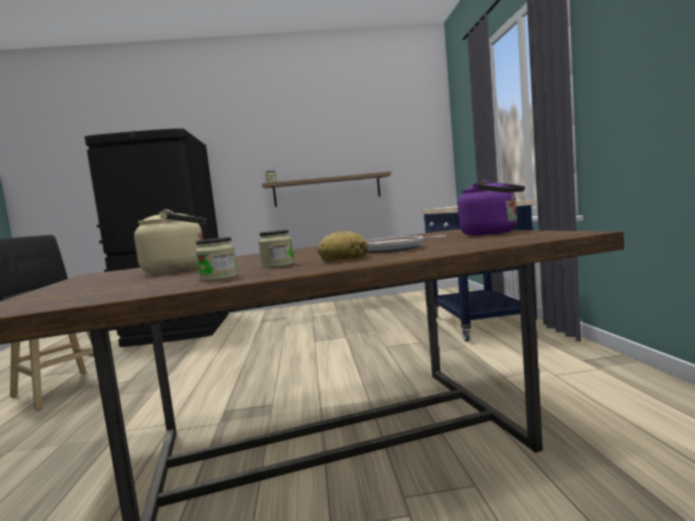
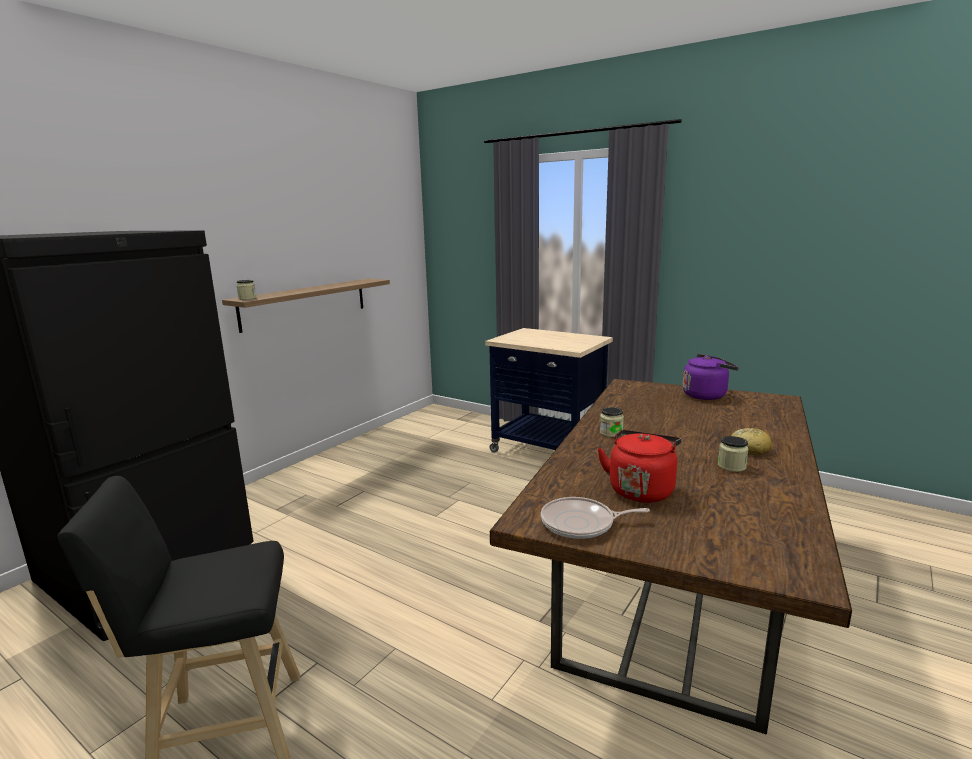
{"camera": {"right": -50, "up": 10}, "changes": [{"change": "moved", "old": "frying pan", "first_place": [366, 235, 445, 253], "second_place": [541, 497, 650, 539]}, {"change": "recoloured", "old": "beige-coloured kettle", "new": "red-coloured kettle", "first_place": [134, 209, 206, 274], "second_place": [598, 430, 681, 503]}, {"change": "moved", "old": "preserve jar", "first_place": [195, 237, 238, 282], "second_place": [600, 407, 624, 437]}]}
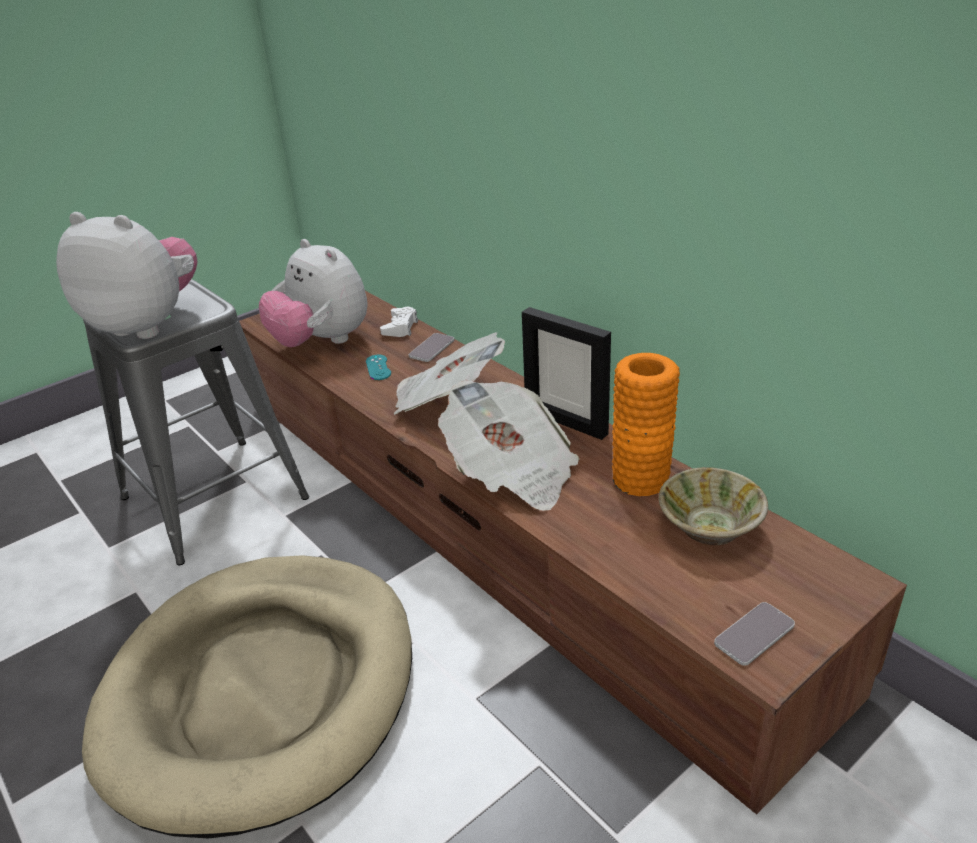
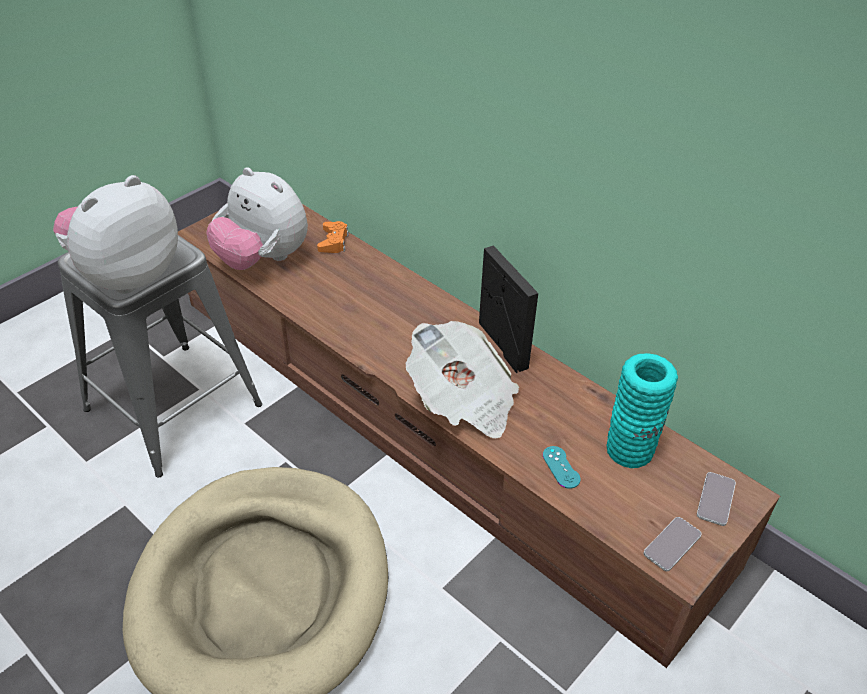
{"camera": {"right": -10, "up": 10}, "changes": [{"change": "turned", "old": "soft toy", "first_place": [56, 212, 197, 339], "second_place": [53, 175, 178, 294], "degrees": -60}, {"change": "recoloured", "old": "white game controller", "new": "orange-coloured game controller", "first_place": [380, 307, 418, 337], "second_place": [317, 221, 349, 253]}, {"change": "turned", "old": "picture frame", "first_place": [522, 307, 611, 440], "second_place": [479, 246, 538, 373], "degrees": -150}, {"change": "moved", "old": "turquoise game controller", "first_place": [366, 355, 391, 380], "second_place": [543, 446, 581, 489]}, {"change": "replaced", "old": "beige-coloured deep dish", "new": "turquoise vase", "first_place": [659, 467, 768, 545], "second_place": [607, 353, 678, 468]}, {"change": "moved", "old": "telephone", "first_place": [409, 333, 454, 362], "second_place": [697, 472, 736, 526]}, {"change": "removed", "old": "printed paper", "first_place": [394, 332, 505, 415]}, {"change": "removed", "old": "orange-coloured vase", "first_place": [612, 353, 680, 496]}]}
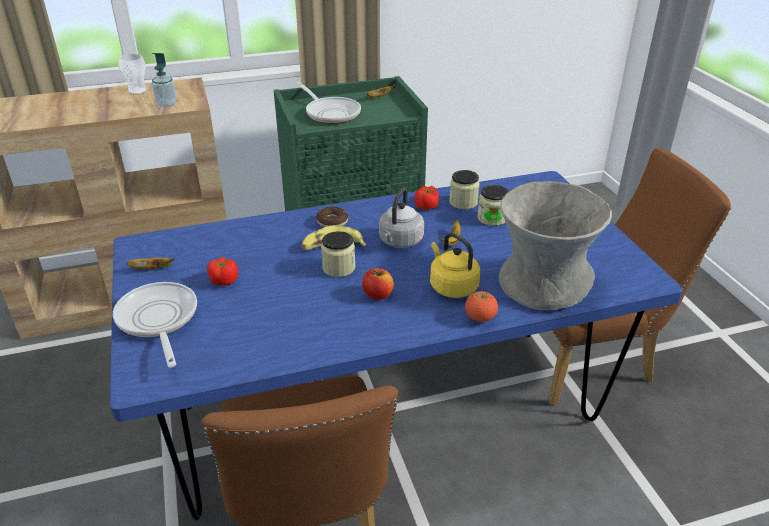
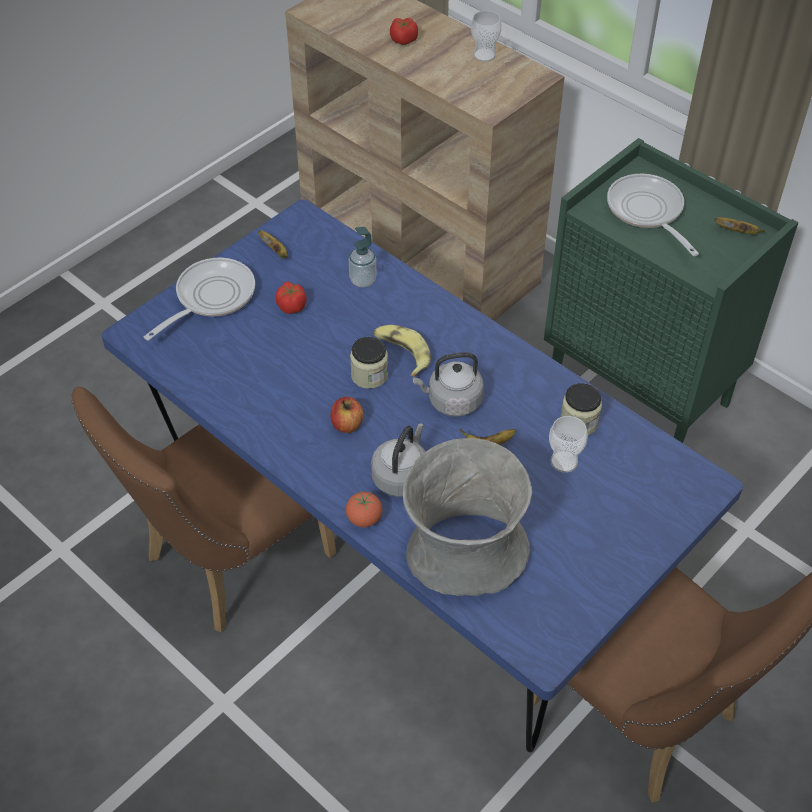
{"camera": {"right": 60, "up": 15}, "changes": [{"change": "moved", "old": "liquid soap bottle", "first_place": [152, 53, 177, 107], "second_place": [349, 227, 377, 288]}, {"change": "recoloured", "old": "yellow-coloured kettle", "new": "greyish kettle", "first_place": [430, 232, 480, 298], "second_place": [371, 423, 425, 497]}, {"change": "moved", "old": "whole tomato", "first_place": [415, 186, 439, 210], "second_place": [390, 18, 418, 45]}, {"change": "replaced", "old": "preserve jar", "new": "small cup", "first_place": [477, 185, 509, 226], "second_place": [549, 416, 588, 473]}, {"change": "turned", "old": "frying pan", "first_place": [296, 82, 361, 124], "second_place": [607, 174, 699, 256], "degrees": 135}, {"change": "removed", "old": "doughnut", "first_place": [316, 207, 348, 227]}]}
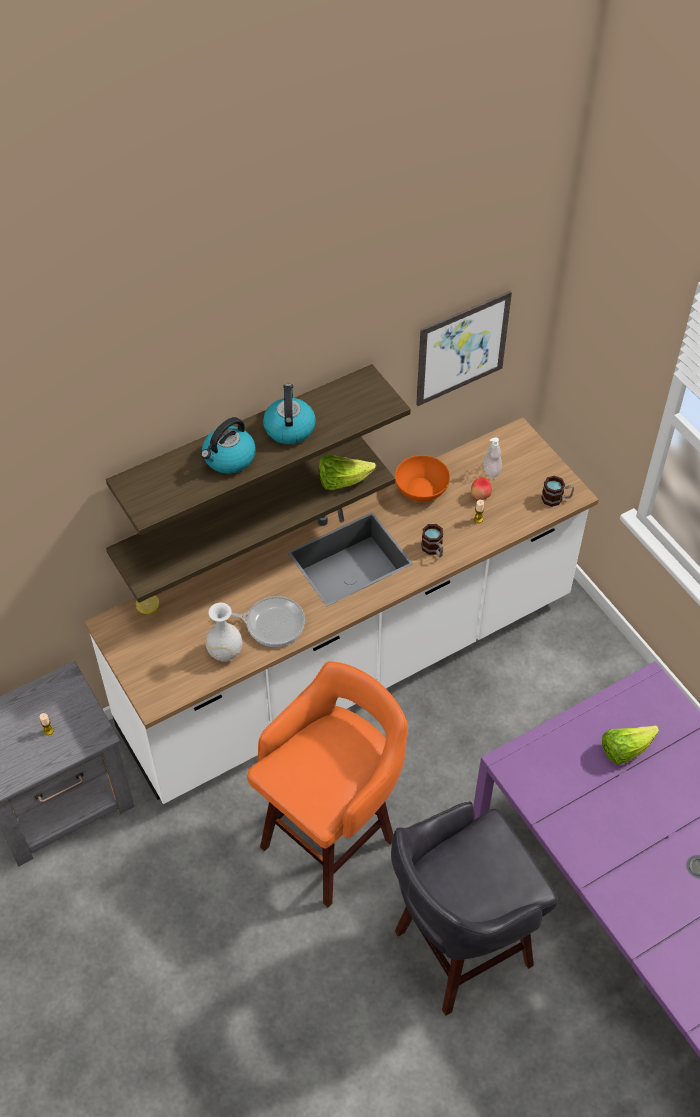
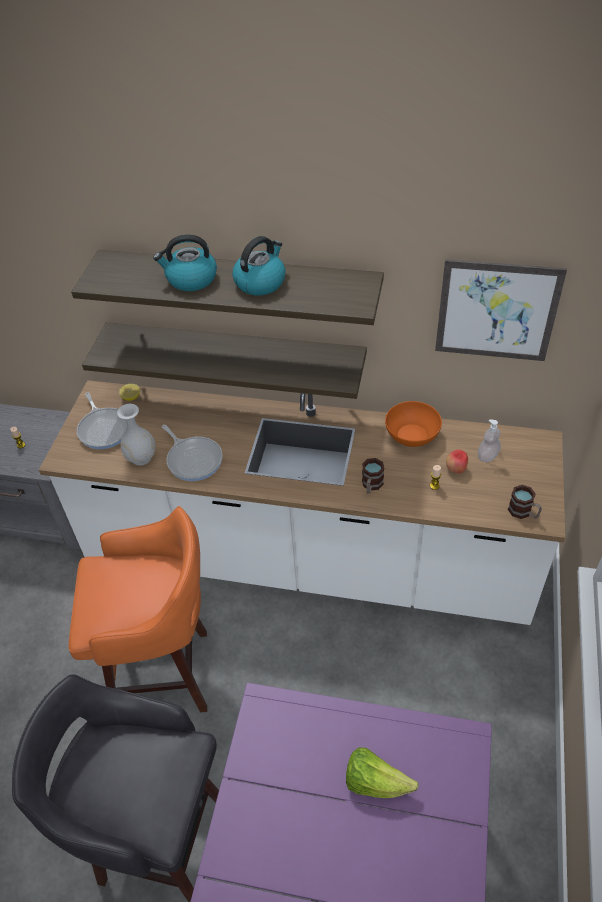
{"camera": {"right": 45, "up": -5}, "changes": [{"change": "added", "new": "frying pan", "second_place": [77, 392, 127, 449]}, {"change": "removed", "old": "head of lettuce", "first_place": [319, 454, 376, 490]}]}
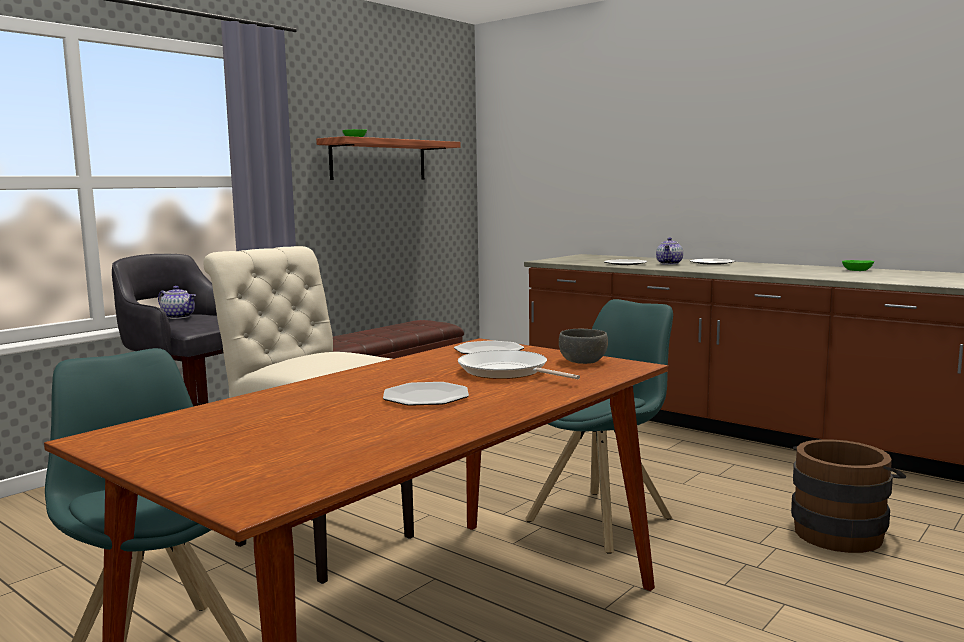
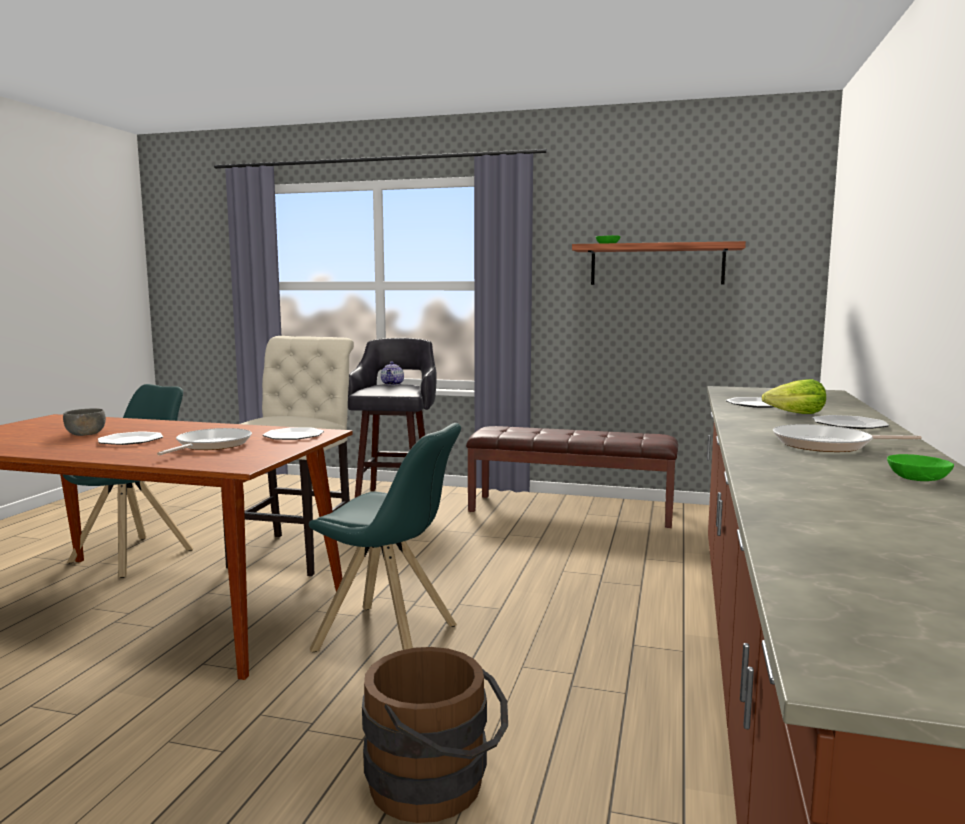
{"camera": {"right": 65, "up": 0}, "changes": [{"change": "moved", "old": "greyish deep dish", "first_place": [559, 329, 608, 364], "second_place": [63, 408, 106, 436]}, {"change": "replaced", "old": "pot for tea", "new": "head of lettuce", "first_place": [656, 237, 683, 265], "second_place": [762, 379, 826, 414]}, {"change": "added", "new": "frying pan", "second_place": [773, 424, 922, 452]}]}
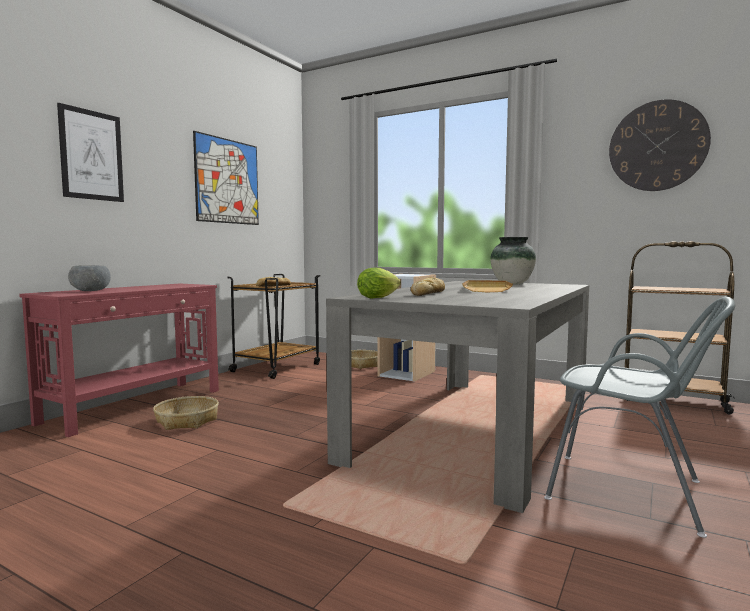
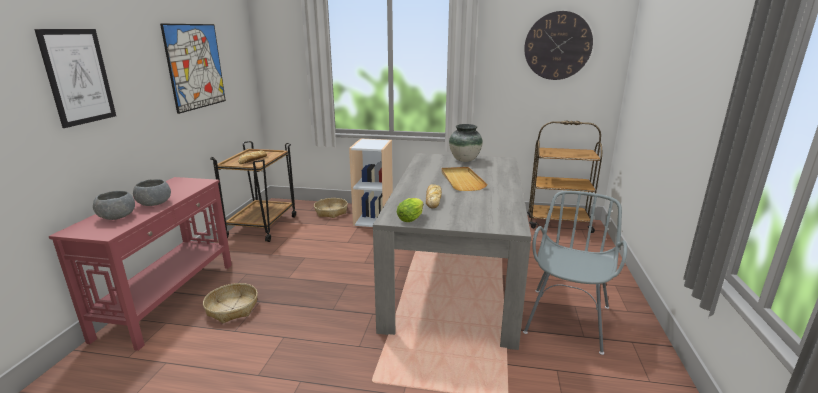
{"camera": {"right": -20, "up": 15}, "changes": [{"change": "added", "new": "greyish deep dish", "second_place": [133, 179, 171, 206]}, {"change": "turned", "old": "greyish plain chair", "first_place": [544, 296, 735, 538], "second_place": [523, 191, 627, 355], "degrees": -75}]}
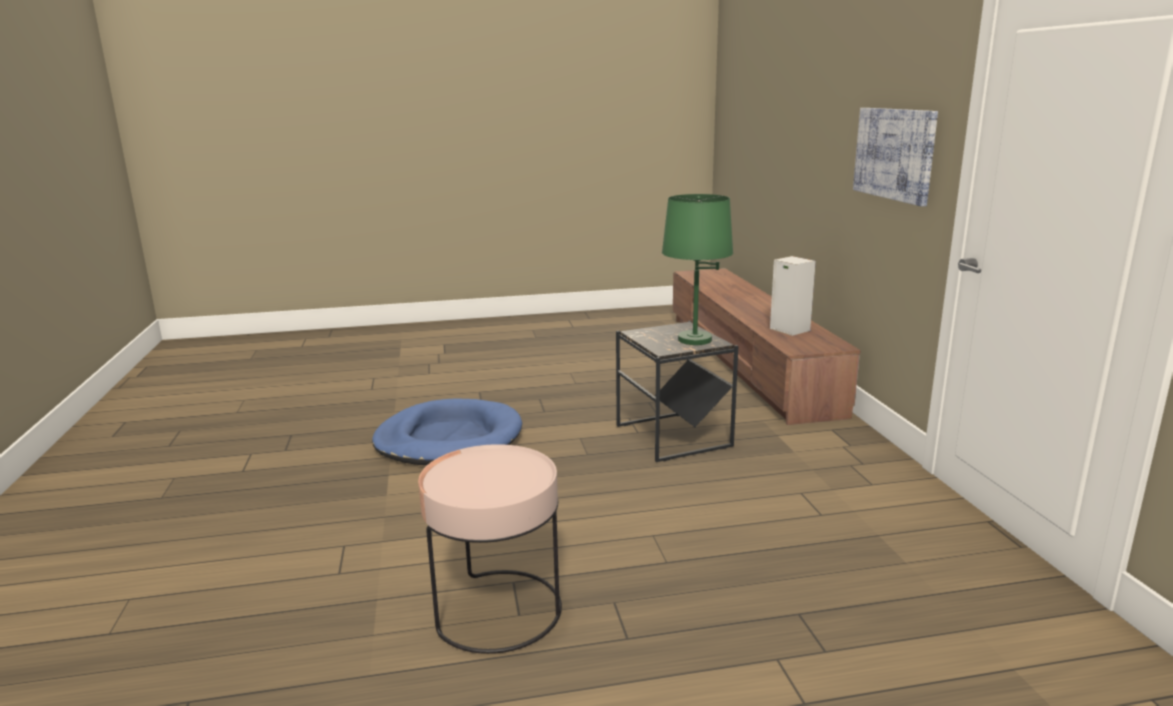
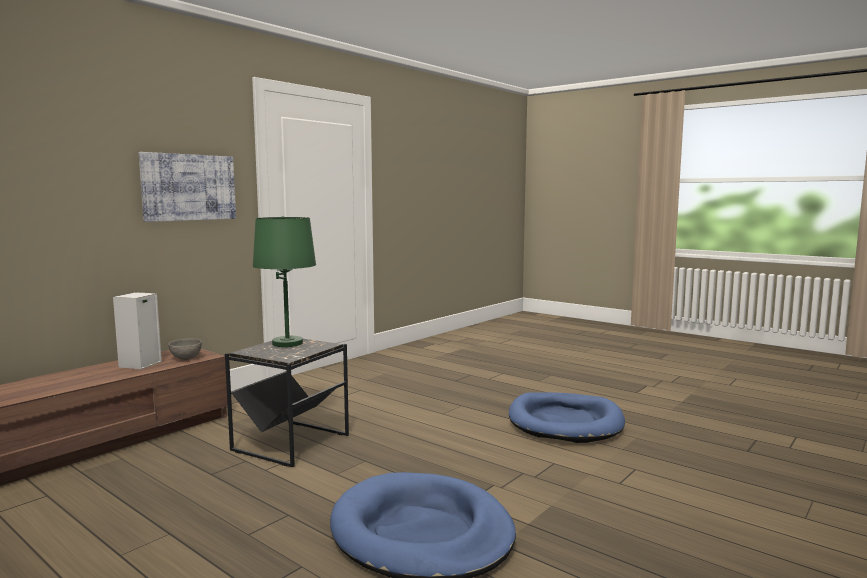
{"camera": {"right": -130, "up": -10}, "changes": [{"change": "added", "new": "greyish deep dish", "second_place": [168, 338, 202, 360]}, {"change": "replaced", "old": "pink-coloured end table", "new": "blue-coloured dog bed", "first_place": [418, 444, 562, 654], "second_place": [509, 392, 625, 443]}]}
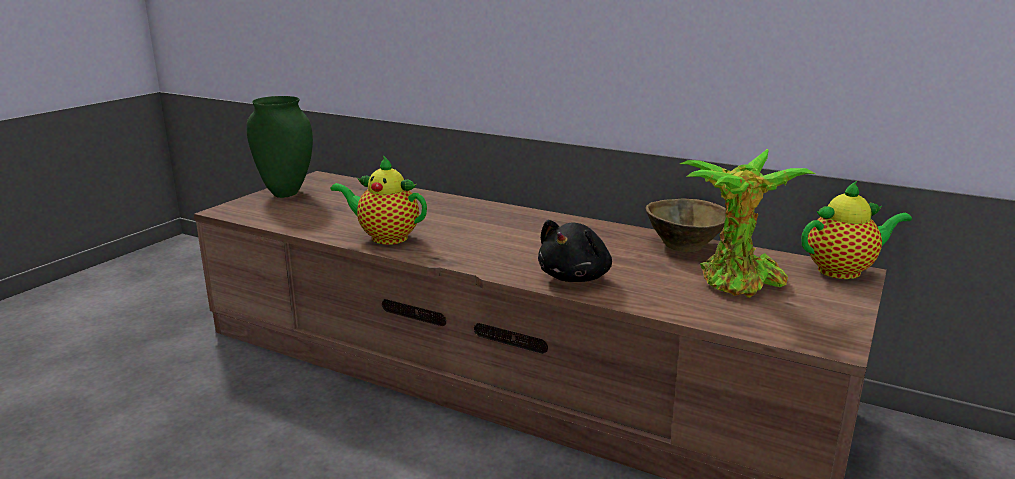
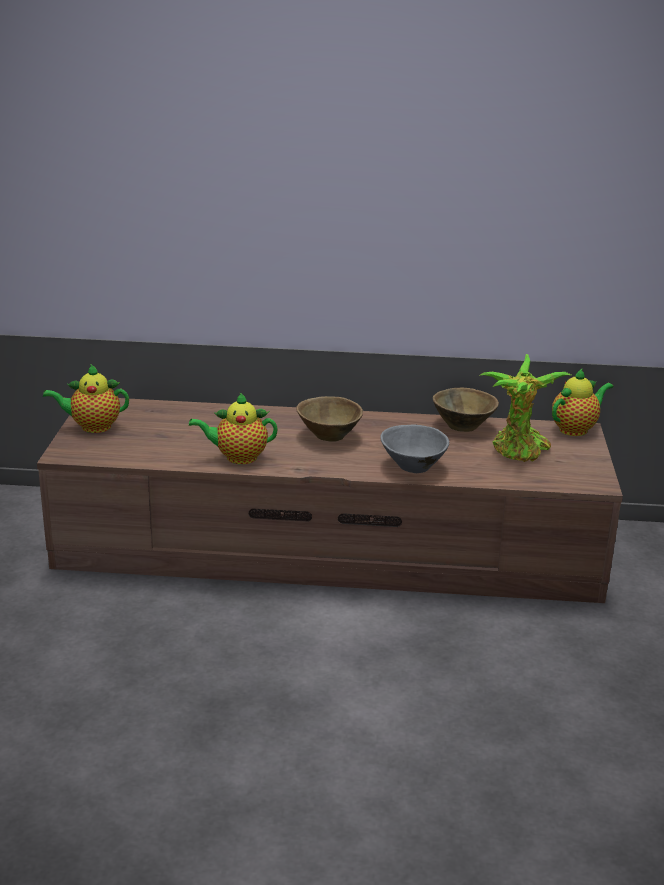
{"camera": {"right": -25, "up": 5}, "changes": [{"change": "replaced", "old": "greenish vase", "new": "pot for tea", "first_place": [246, 96, 313, 198], "second_place": [43, 364, 129, 433]}, {"change": "added", "new": "brownish deep dish", "second_place": [296, 396, 363, 442]}, {"change": "replaced", "old": "black-coloured soft toy", "new": "greyish deep dish", "first_place": [538, 220, 612, 282], "second_place": [380, 425, 449, 473]}]}
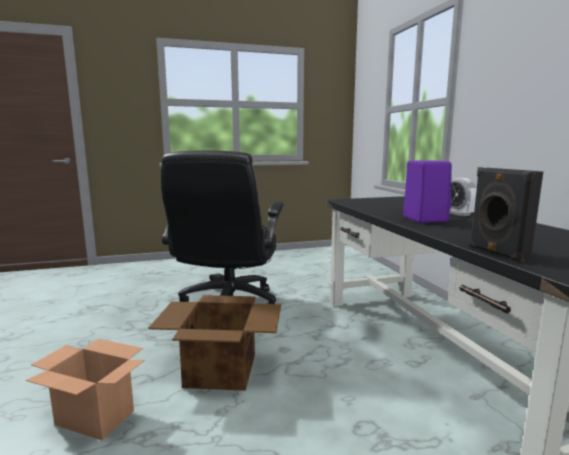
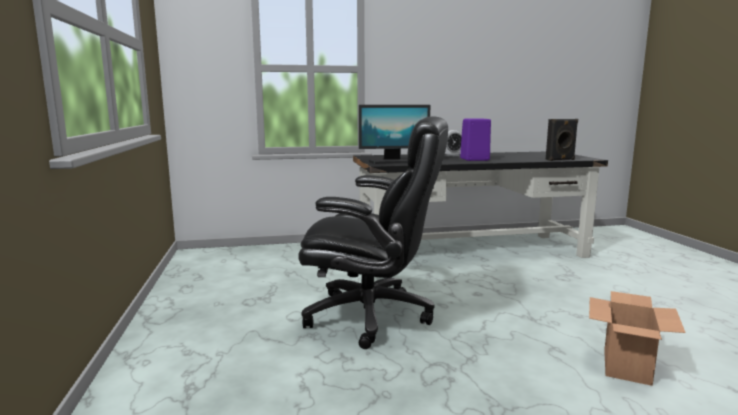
{"camera": {"right": -85, "up": 0}, "changes": [{"change": "added", "new": "computer screen", "second_place": [359, 105, 430, 164]}, {"change": "removed", "old": "cardboard box", "first_place": [148, 295, 281, 391]}]}
